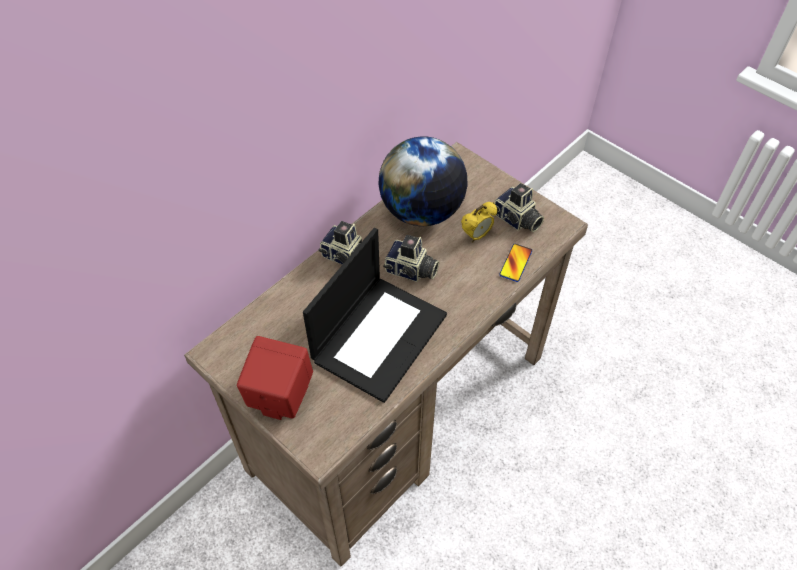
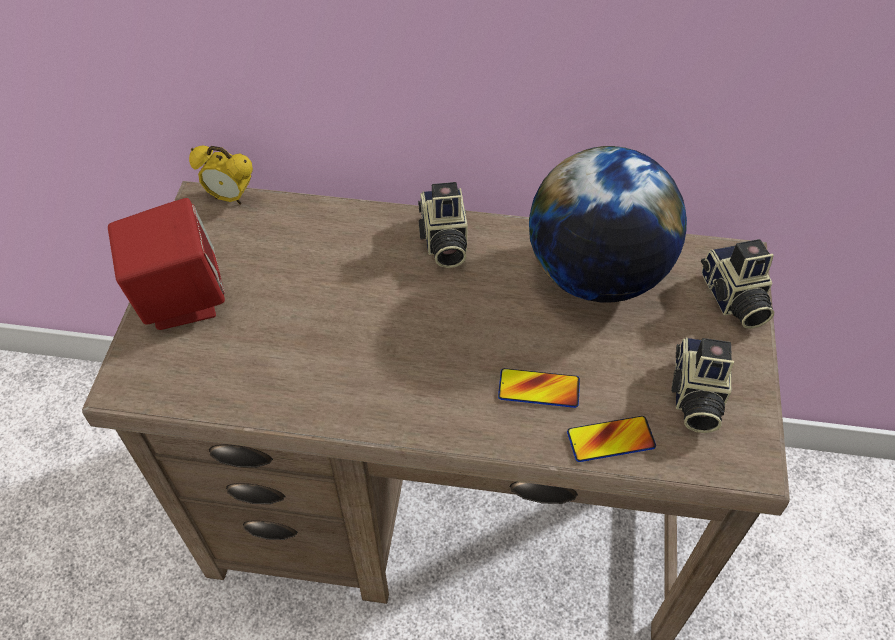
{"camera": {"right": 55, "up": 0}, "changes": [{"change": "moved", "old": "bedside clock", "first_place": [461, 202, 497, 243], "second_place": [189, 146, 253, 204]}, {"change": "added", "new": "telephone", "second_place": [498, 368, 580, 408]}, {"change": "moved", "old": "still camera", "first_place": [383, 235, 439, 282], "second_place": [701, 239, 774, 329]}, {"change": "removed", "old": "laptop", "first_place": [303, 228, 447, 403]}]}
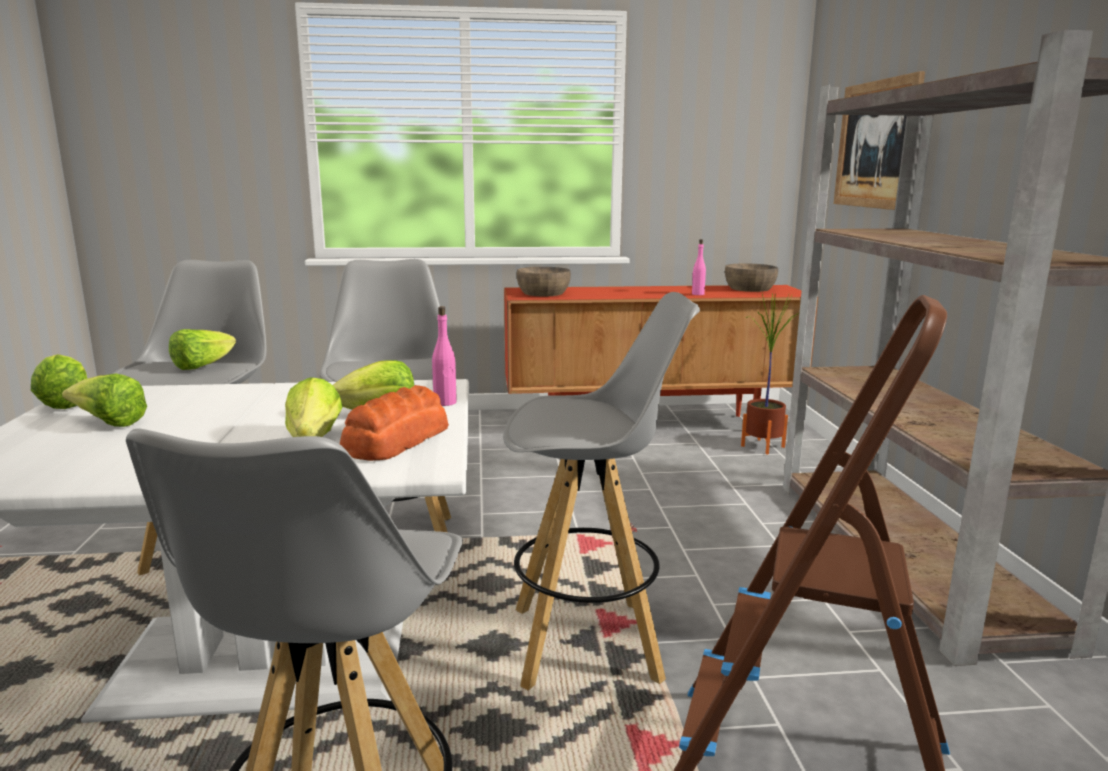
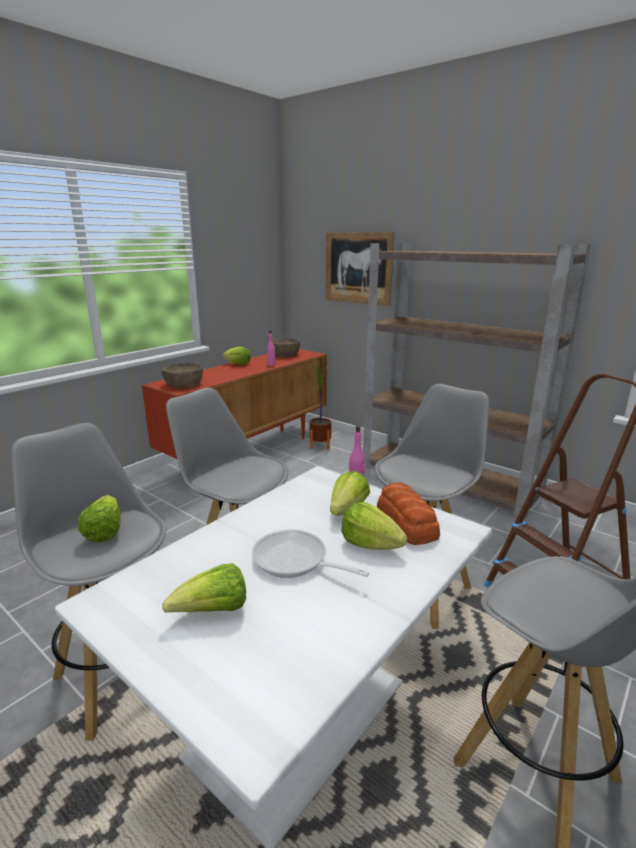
{"camera": {"right": -45, "up": 5}, "changes": [{"change": "moved", "old": "head of lettuce", "first_place": [31, 354, 87, 409], "second_place": [223, 347, 251, 365]}, {"change": "added", "new": "frying pan", "second_place": [252, 529, 369, 578]}]}
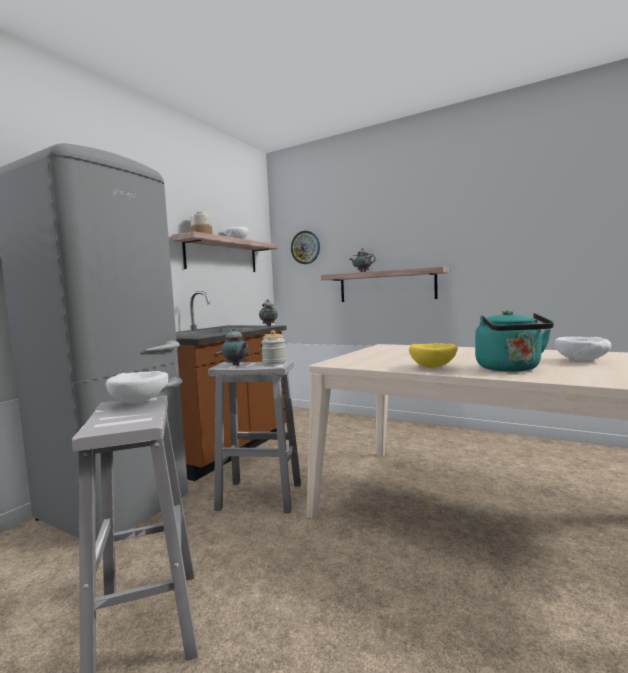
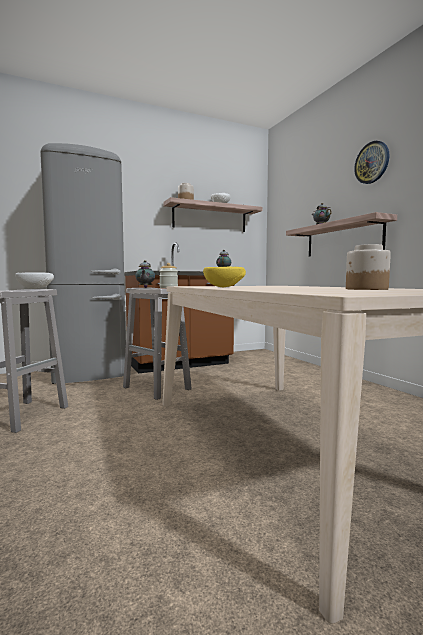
{"camera": {"right": 35, "up": 0}, "changes": [{"change": "replaced", "old": "white deep dish", "new": "preserve jar", "first_place": [555, 337, 611, 361], "second_place": [346, 244, 391, 290]}, {"change": "moved", "old": "clock on the wall", "first_place": [291, 231, 320, 264], "second_place": [354, 141, 389, 184]}, {"change": "removed", "old": "turquoise kettle", "first_place": [475, 310, 554, 372]}]}
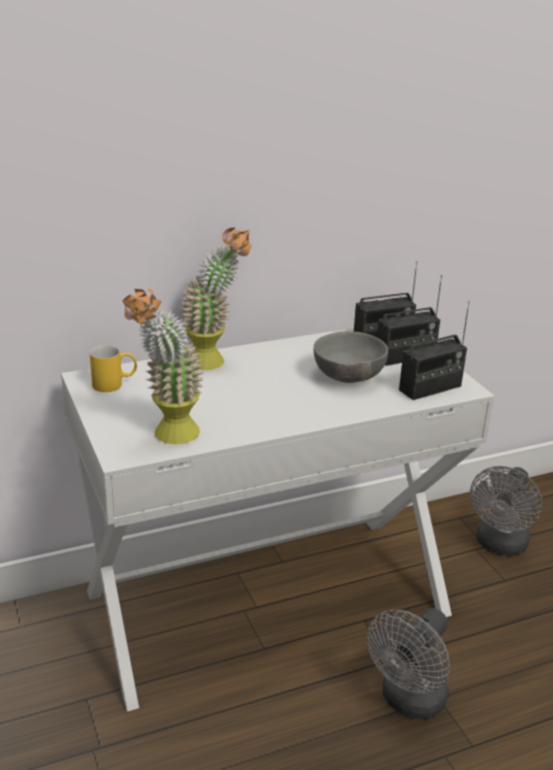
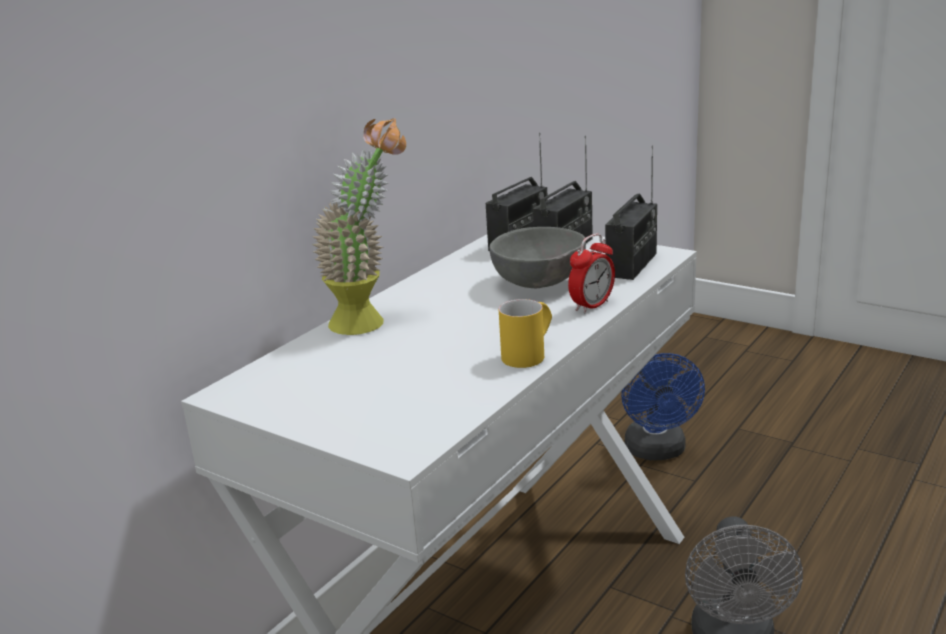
{"camera": {"right": -30, "up": -5}, "changes": [{"change": "moved", "old": "yellow-coloured tea mug", "first_place": [90, 345, 137, 392], "second_place": [499, 299, 552, 368]}, {"change": "added", "new": "bedside clock", "second_place": [568, 234, 615, 313]}, {"change": "recoloured", "old": "greyish fan", "new": "blue-coloured fan", "first_place": [470, 466, 542, 556], "second_place": [621, 353, 705, 460]}, {"change": "removed", "old": "houseplant", "first_place": [123, 288, 204, 444]}]}
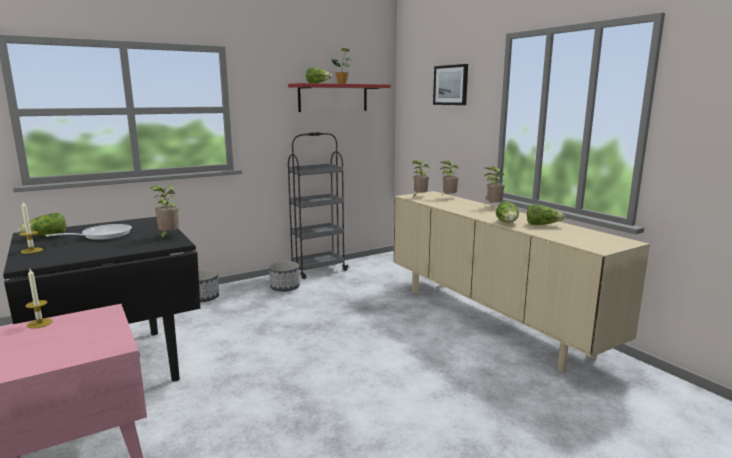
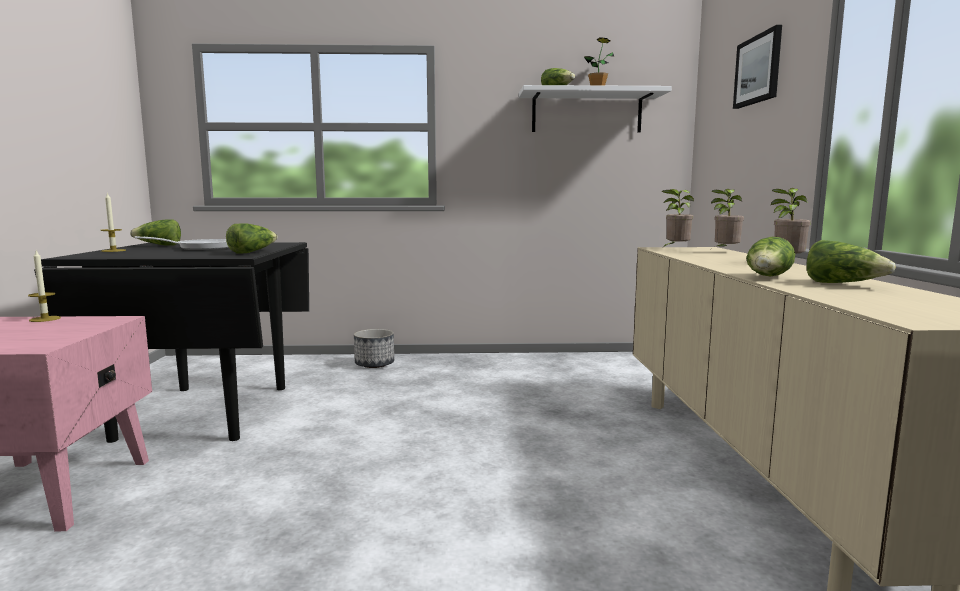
{"camera": {"right": 30, "up": -5}, "changes": [{"change": "replaced", "old": "houseplant", "new": "head of lettuce", "first_place": [151, 186, 179, 239], "second_place": [226, 223, 277, 254]}, {"change": "recoloured", "old": "red-coloured shelf", "new": "white shelf", "first_place": [288, 83, 391, 112], "second_place": [519, 85, 672, 132]}, {"change": "removed", "old": "plant pot", "first_place": [269, 261, 300, 292]}, {"change": "removed", "old": "greyish wheeled cart", "first_place": [288, 132, 350, 279]}]}
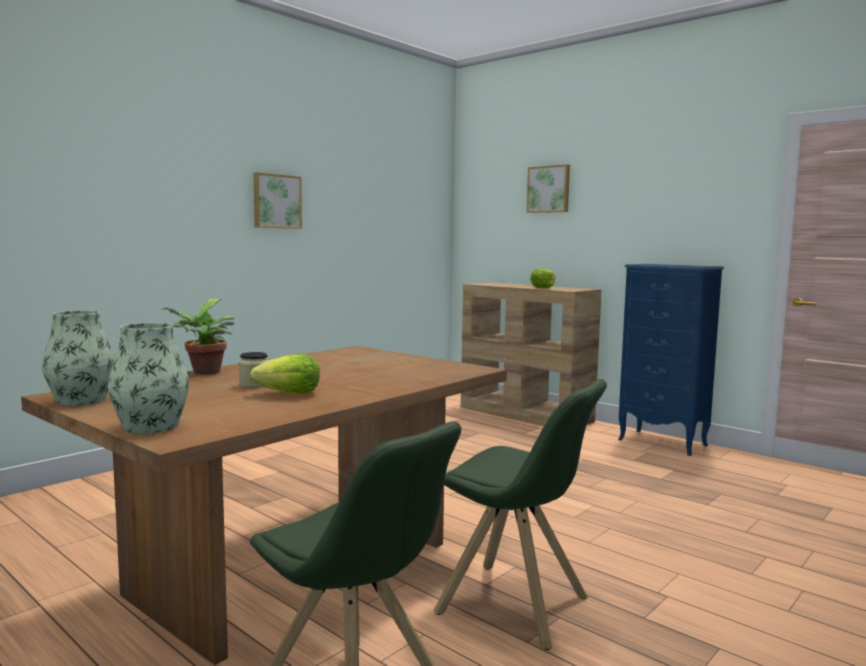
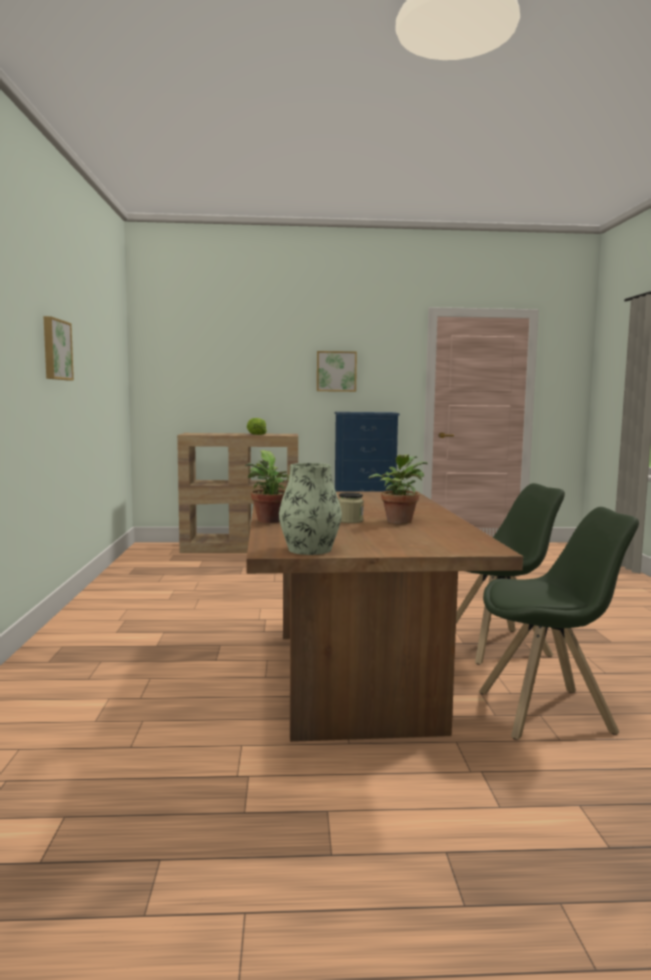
{"camera": {"right": -45, "up": 0}, "changes": [{"change": "moved", "old": "wall picture", "first_place": [526, 164, 570, 213], "second_place": [317, 351, 357, 392]}, {"change": "replaced", "old": "head of lettuce", "new": "houseplant", "first_place": [250, 354, 319, 394], "second_place": [368, 454, 428, 524]}, {"change": "removed", "old": "vase", "first_place": [108, 323, 189, 434]}]}
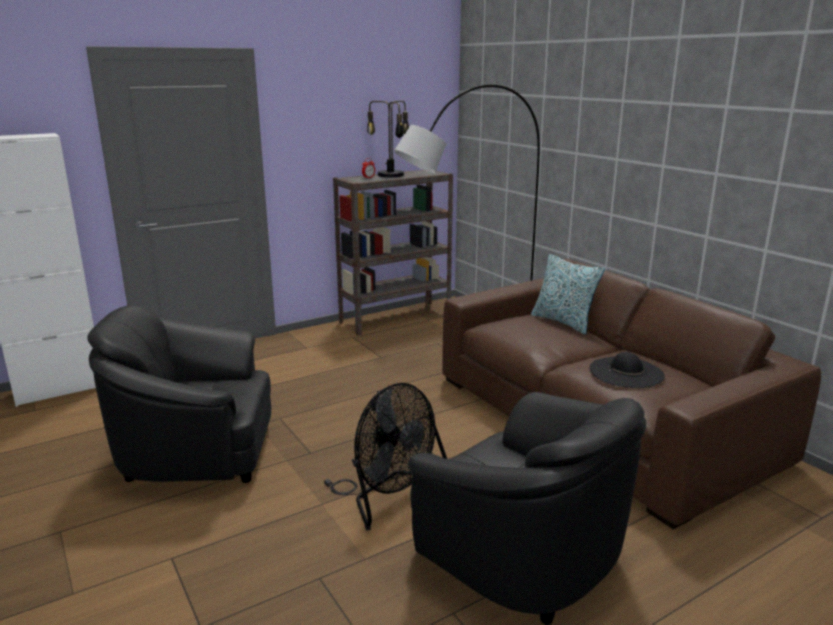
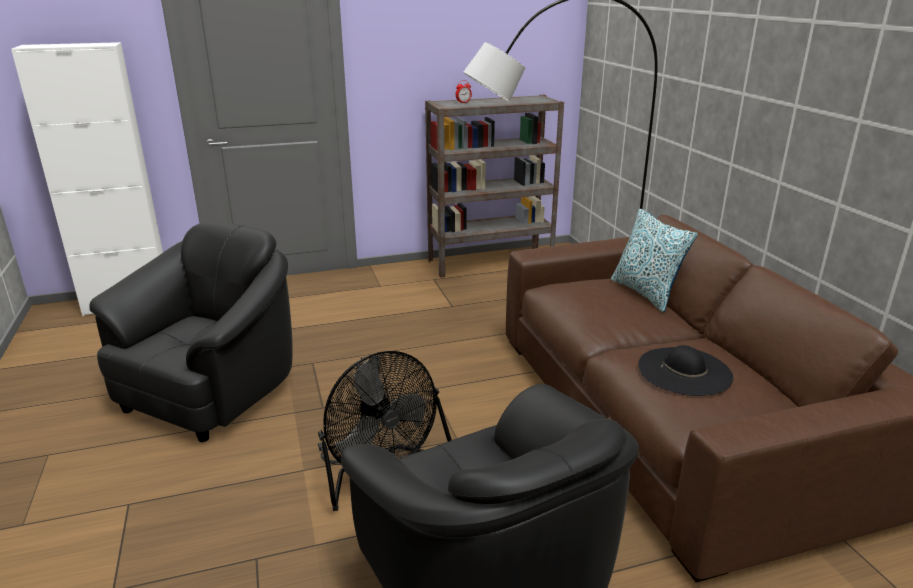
{"camera": {"right": 15, "up": 5}, "changes": [{"change": "turned", "old": "black-coloured armchair", "first_place": [87, 305, 271, 483], "second_place": [89, 222, 293, 442], "degrees": 105}, {"change": "removed", "old": "tabletop lamp", "first_place": [367, 101, 409, 177]}]}
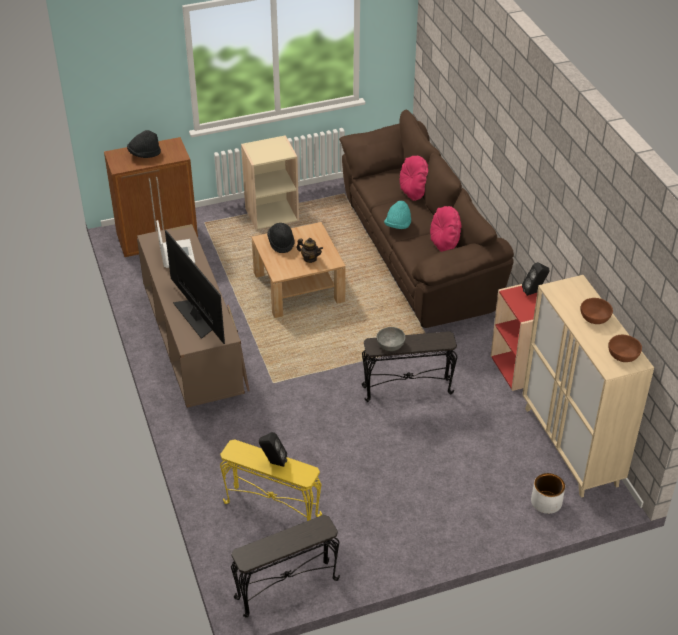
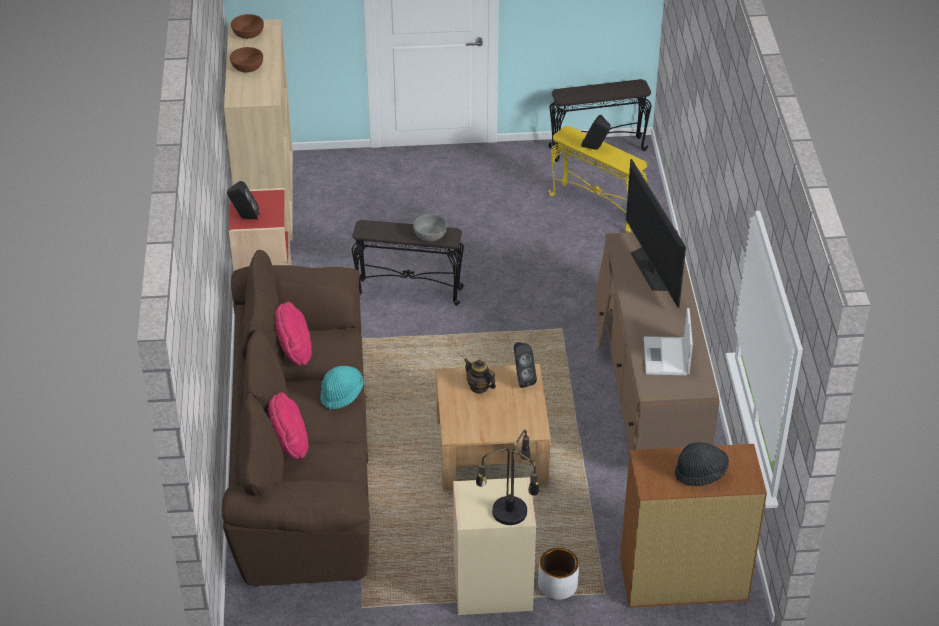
{"camera": {"right": -165, "up": 0}, "changes": [{"change": "added", "new": "tabletop lamp", "second_place": [476, 430, 539, 525]}, {"change": "added", "new": "black-coloured speaker", "second_place": [514, 342, 537, 388]}, {"change": "moved", "old": "white plant pot", "first_place": [531, 473, 565, 514], "second_place": [538, 548, 579, 600]}, {"change": "removed", "old": "black-coloured hat", "first_place": [267, 223, 295, 253]}]}
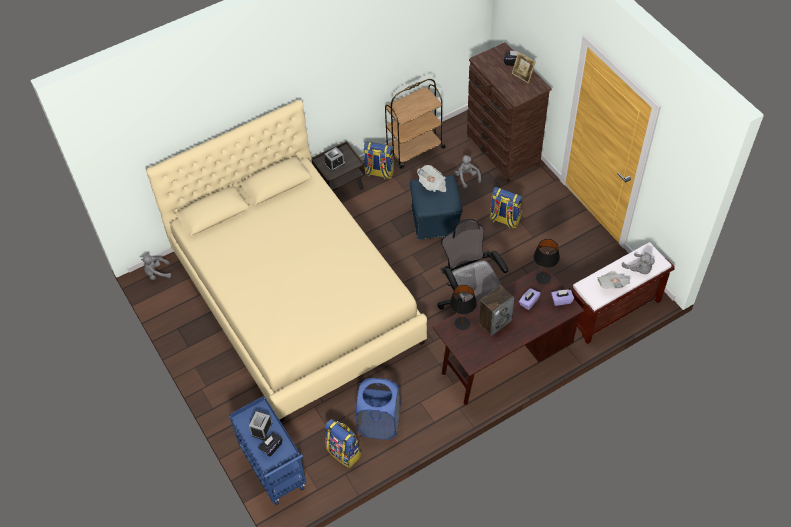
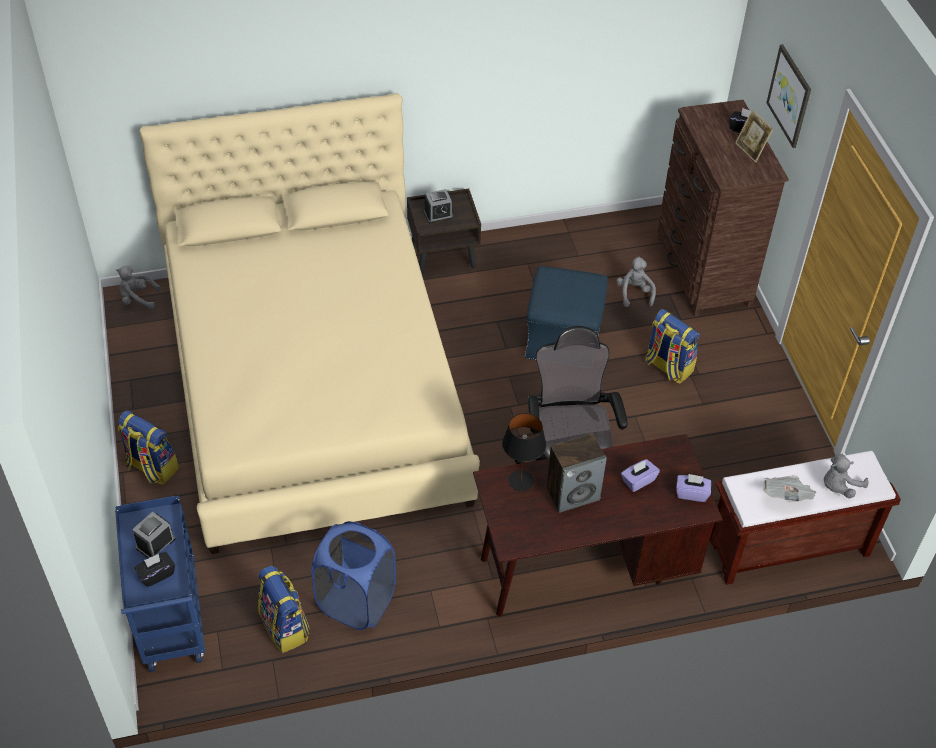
{"camera": {"right": 15, "up": -5}, "changes": [{"change": "moved", "old": "knapsack", "first_place": [364, 142, 394, 179], "second_place": [118, 410, 179, 485]}, {"change": "added", "new": "wall picture", "second_place": [766, 44, 811, 148]}, {"change": "turned", "old": "greyish soft toy", "first_place": [622, 252, 655, 274], "second_place": [824, 454, 869, 498], "degrees": 75}, {"change": "removed", "old": "brownish wheeled cart", "first_place": [385, 79, 446, 169]}, {"change": "removed", "old": "printed paper", "first_place": [417, 165, 446, 192]}, {"change": "removed", "old": "black-coloured tabletop lamp", "first_place": [534, 239, 560, 284]}]}
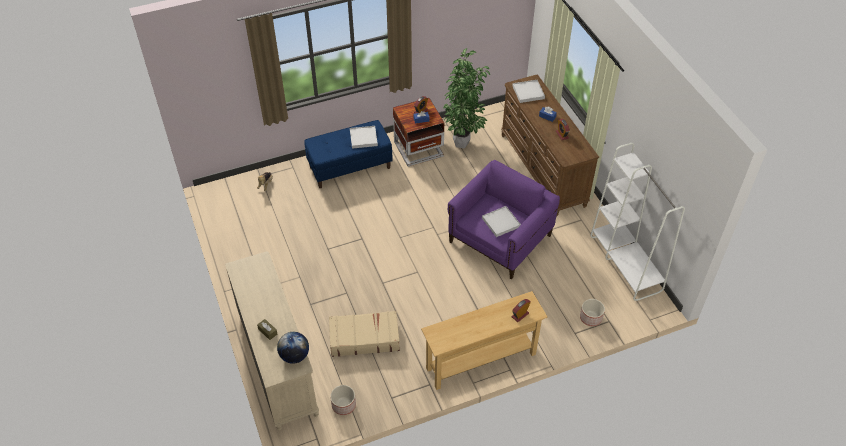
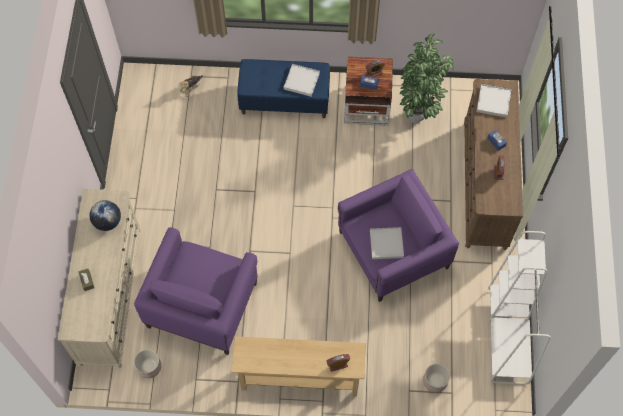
{"camera": {"right": 25, "up": 15}, "changes": [{"change": "moved", "old": "globe", "first_place": [277, 332, 309, 364], "second_place": [90, 200, 121, 231]}, {"change": "replaced", "old": "beige-coloured suitcase", "new": "purple-coloured armchair", "first_place": [329, 311, 400, 357], "second_place": [134, 227, 257, 355]}]}
